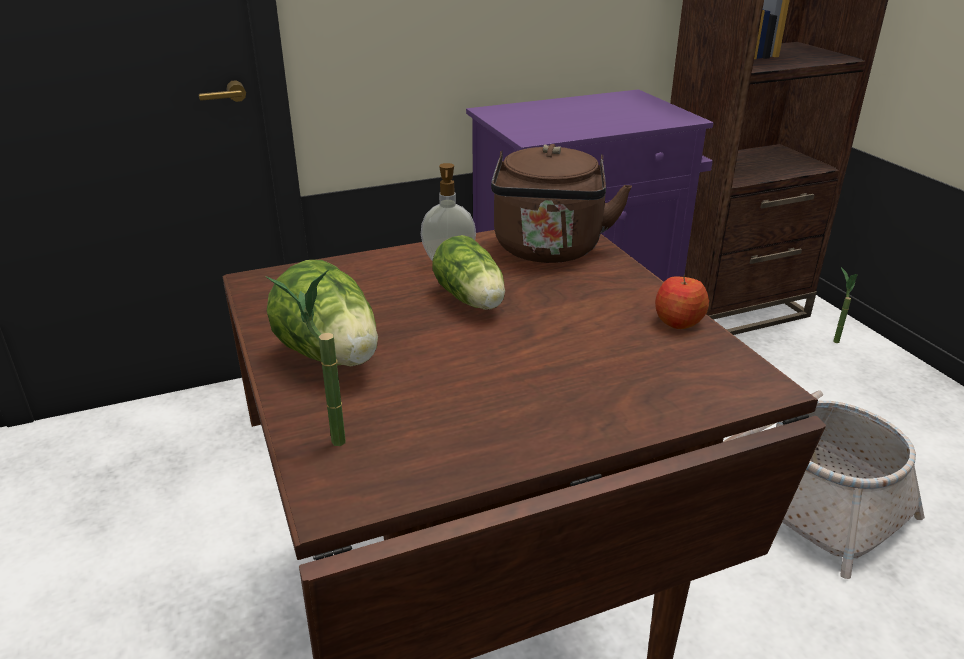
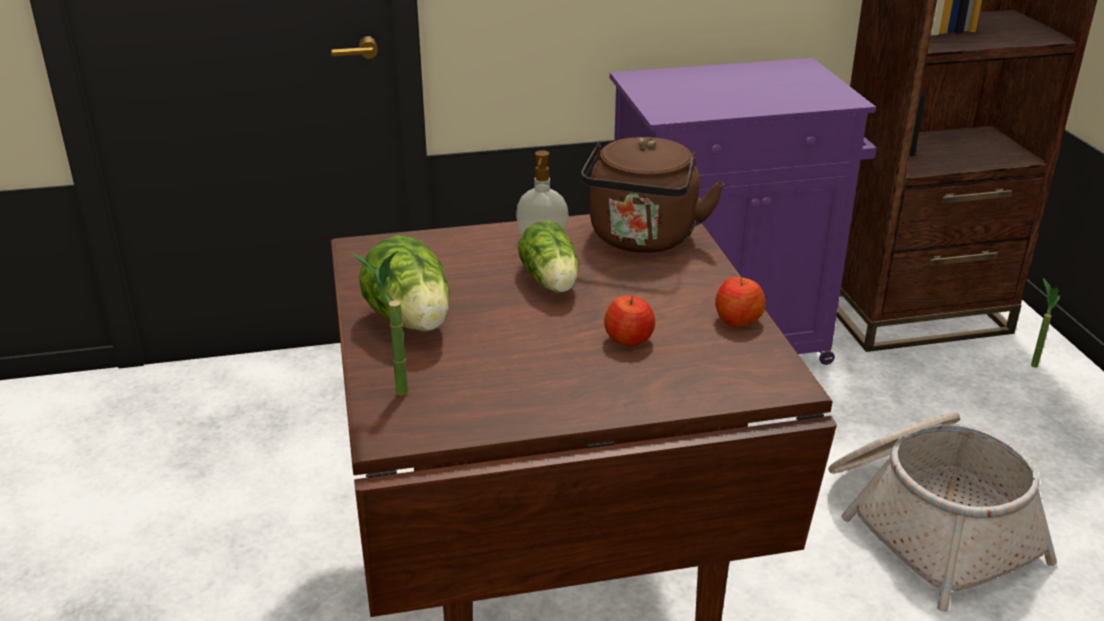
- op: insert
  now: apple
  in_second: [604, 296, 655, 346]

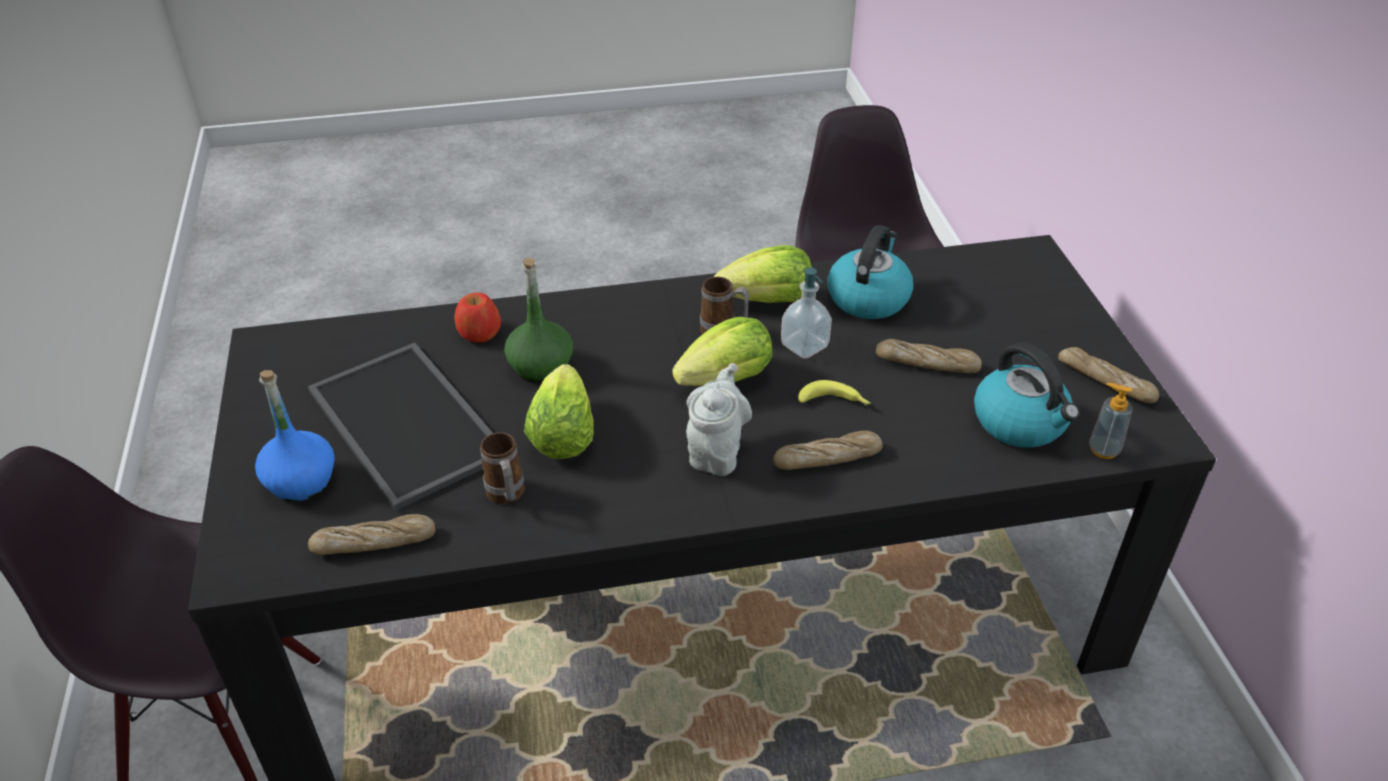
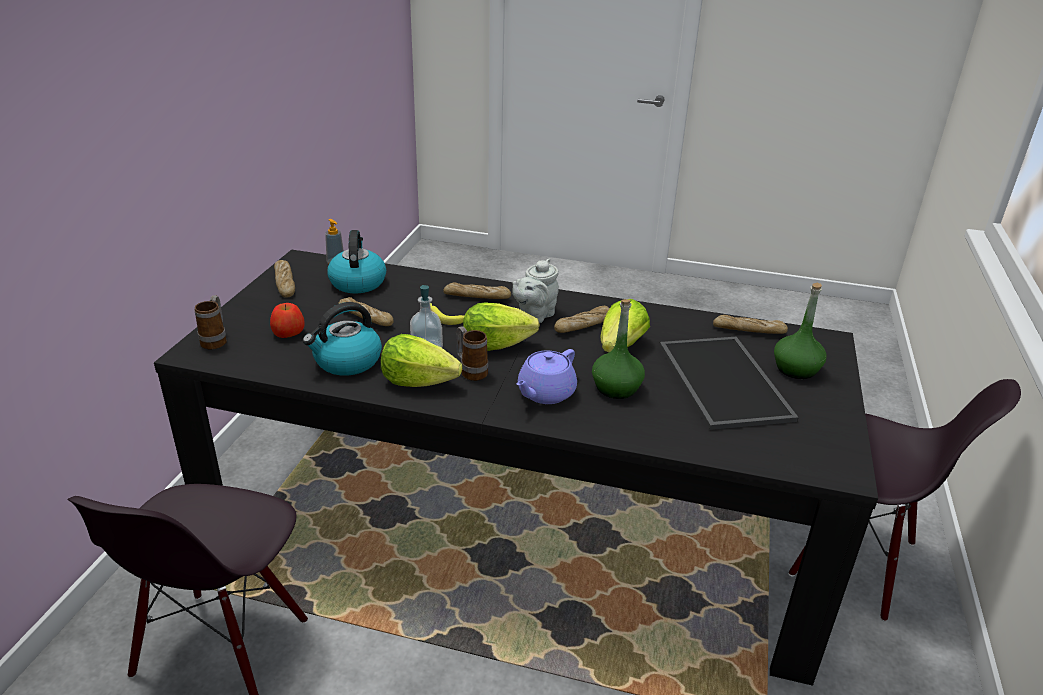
- op: recolor
  was: bluish drink bottle
  now: greenish drink bottle
  in_first: [255, 370, 335, 502]
  in_second: [774, 283, 827, 379]
- op: move
  was: apple
  in_first: [454, 292, 501, 343]
  in_second: [270, 303, 305, 338]
- op: move
  was: coffee mug
  in_first: [480, 432, 525, 504]
  in_second: [195, 295, 227, 349]
- op: insert
  now: purple tea pot
  in_second: [517, 349, 577, 404]
- op: insert
  now: bakery bread
  in_second: [554, 306, 610, 333]

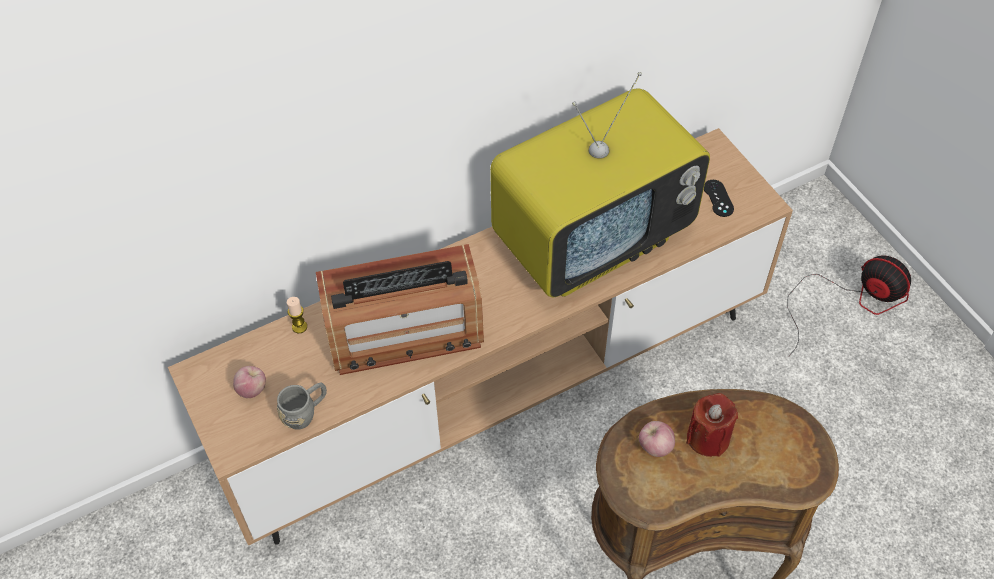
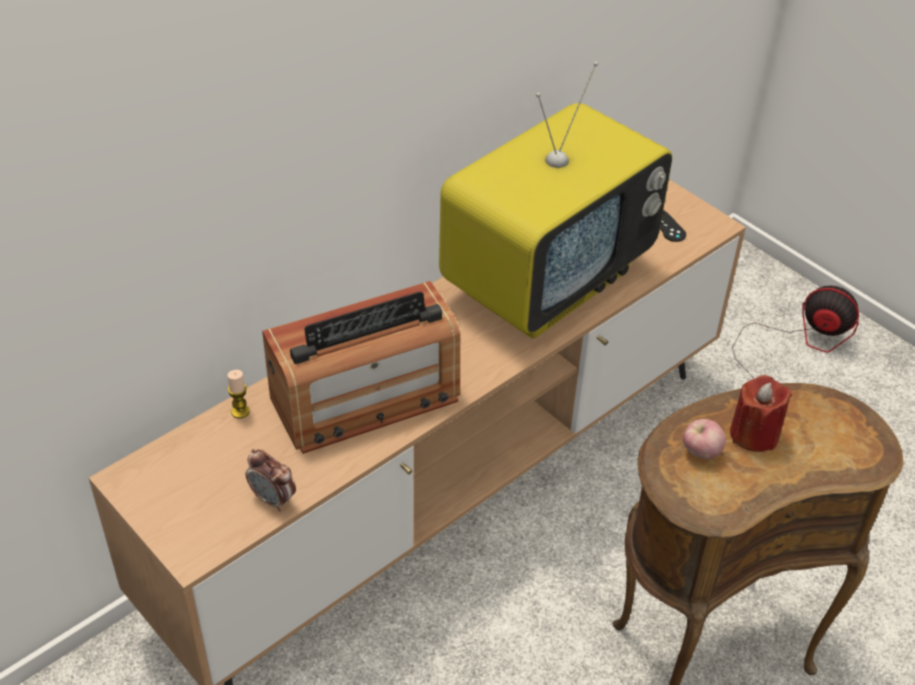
- op: delete
  was: apple
  in_first: [233, 366, 266, 398]
- op: replace
  was: grey coffee mug
  now: alarm clock
  in_first: [277, 383, 327, 430]
  in_second: [246, 449, 296, 512]

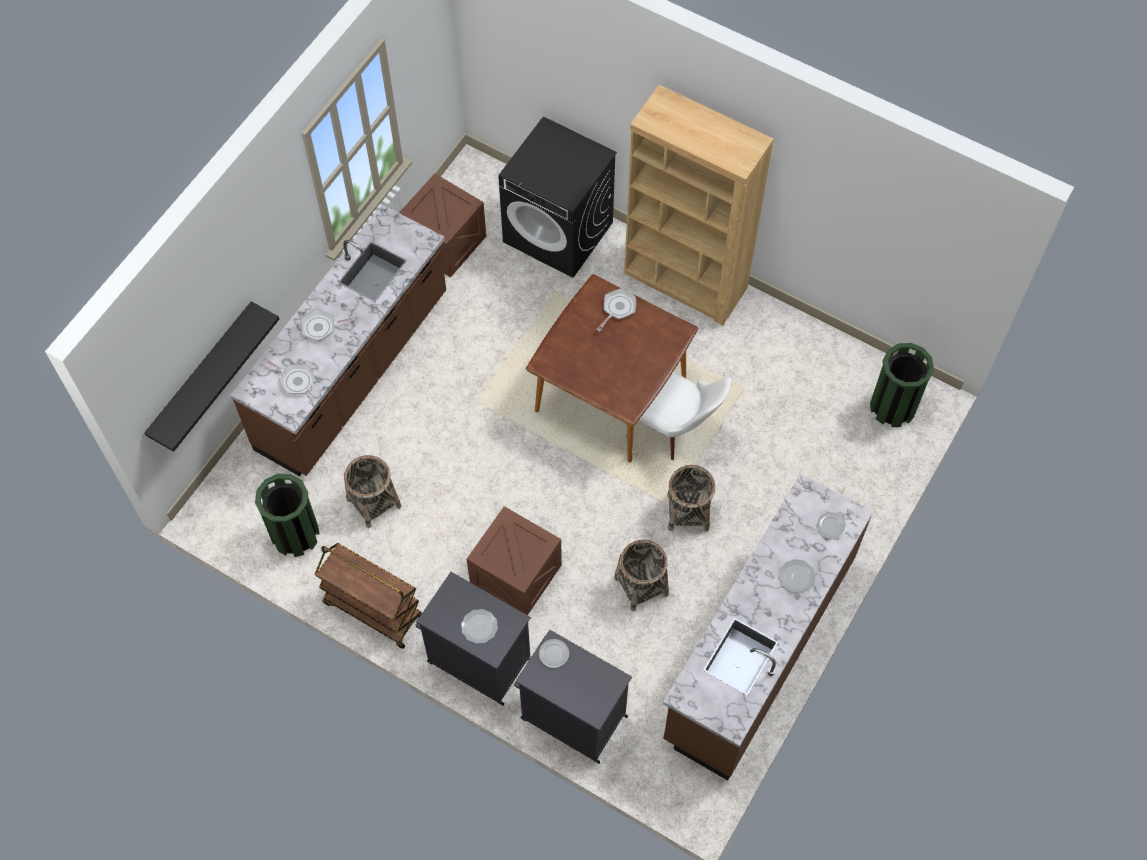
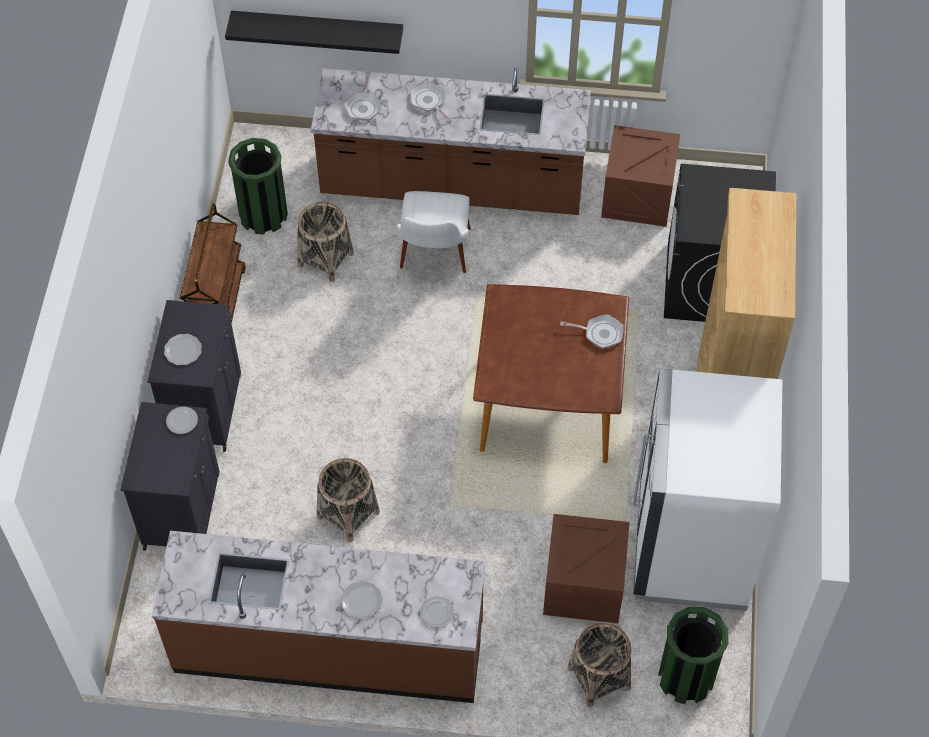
- op: move
  was: shipping crate
  in_first: [467, 506, 562, 615]
  in_second: [543, 514, 630, 623]
- op: move
  was: whitish plain chair
  in_first: [626, 372, 732, 460]
  in_second: [397, 191, 471, 273]
- op: move
  was: basket
  in_first: [667, 465, 715, 531]
  in_second: [568, 623, 631, 707]
- op: insert
  now: whitish kitchen fridge
  in_second: [633, 369, 782, 611]

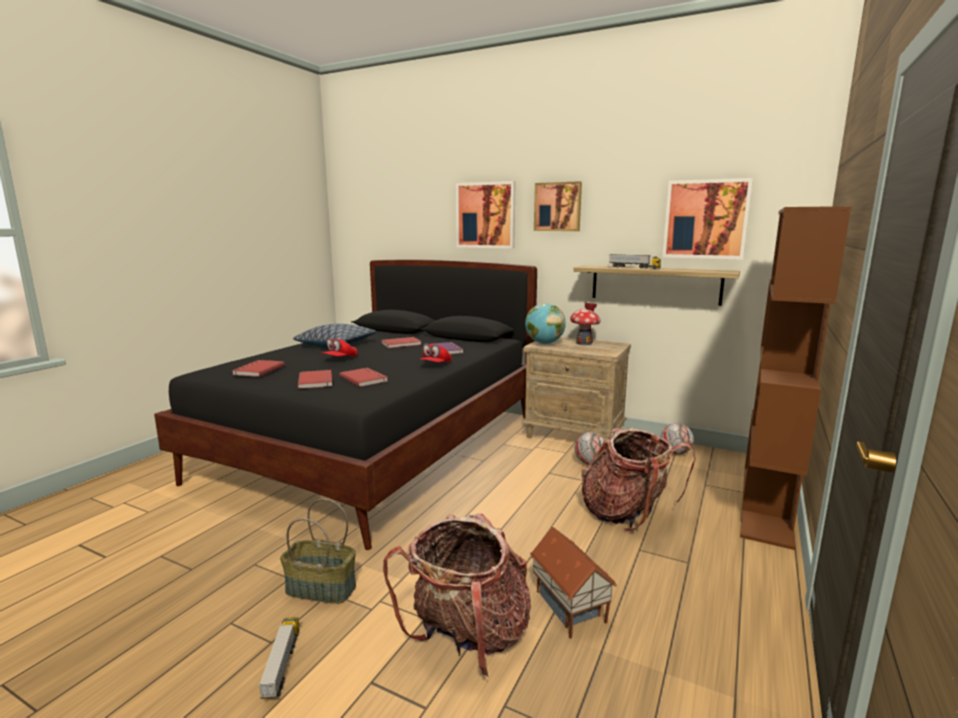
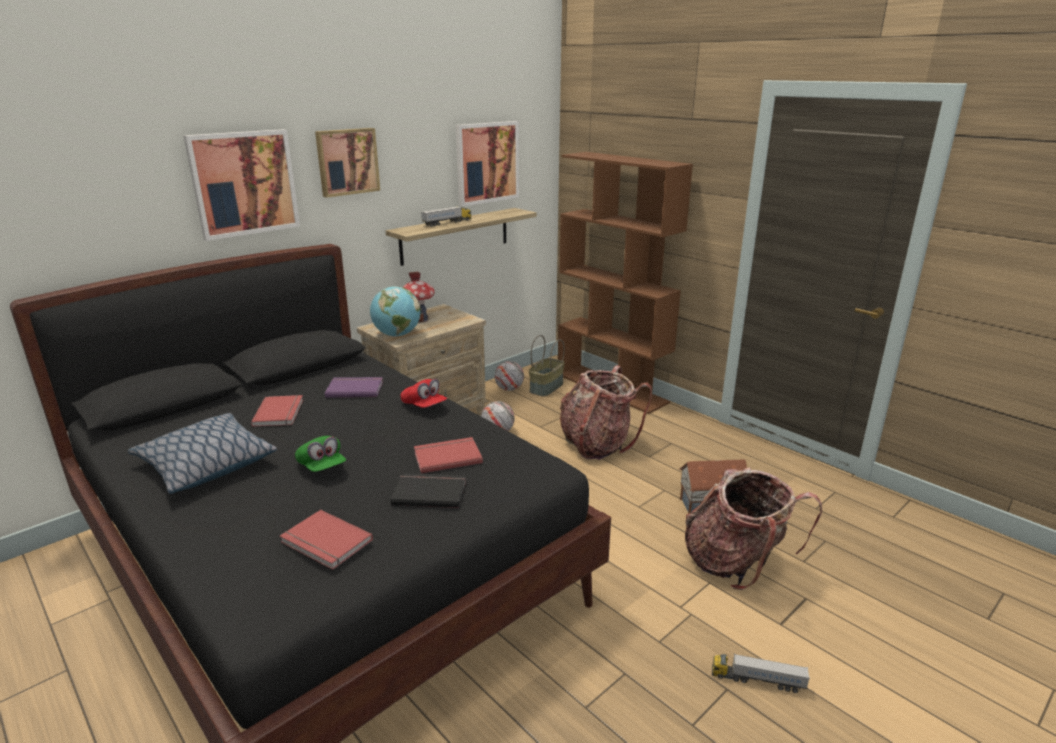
- op: move
  was: basket
  in_first: [280, 499, 356, 604]
  in_second: [529, 335, 565, 397]
- op: recolor
  was: reddish book
  now: black book
  in_first: [298, 370, 332, 389]
  in_second: [391, 473, 466, 508]
- op: recolor
  was: reddish peaked cap
  now: greenish peaked cap
  in_first: [321, 338, 358, 357]
  in_second: [295, 436, 346, 472]

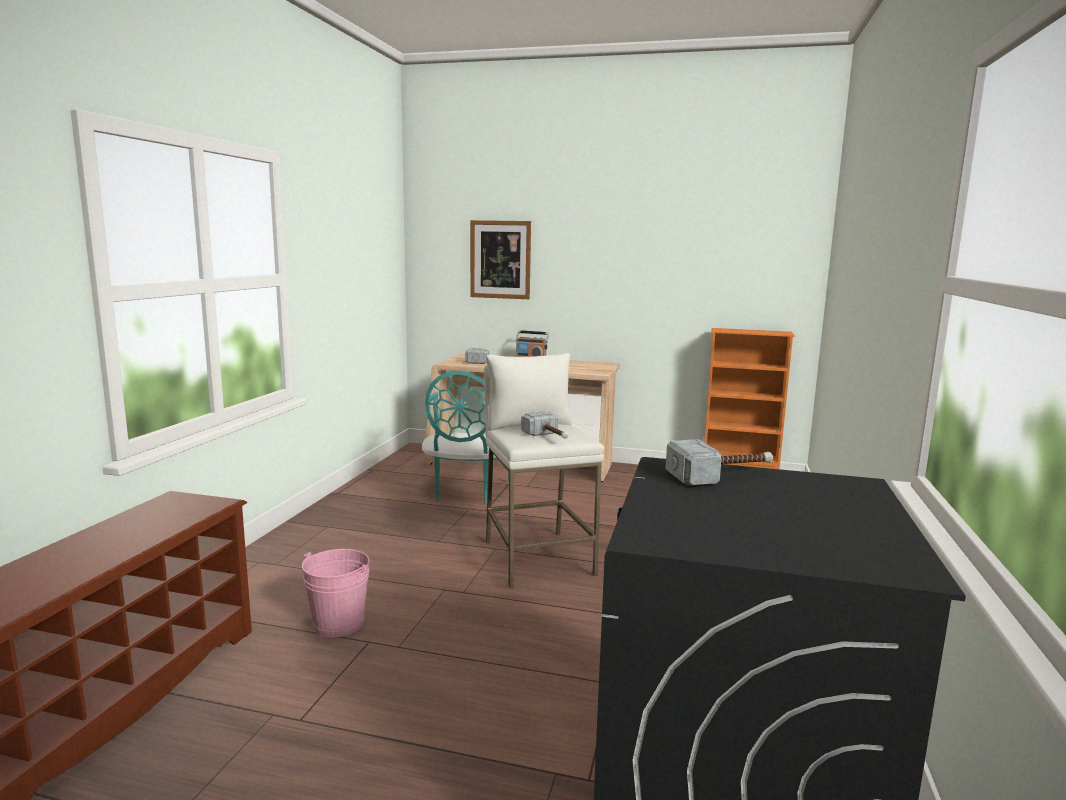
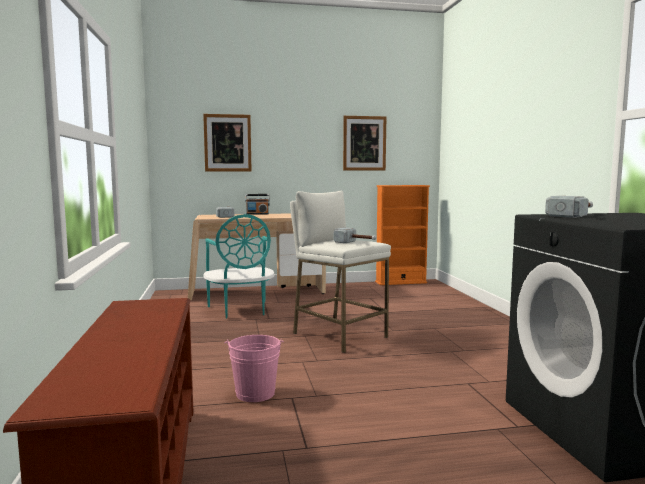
- op: insert
  now: wall picture
  in_second: [343, 116, 386, 170]

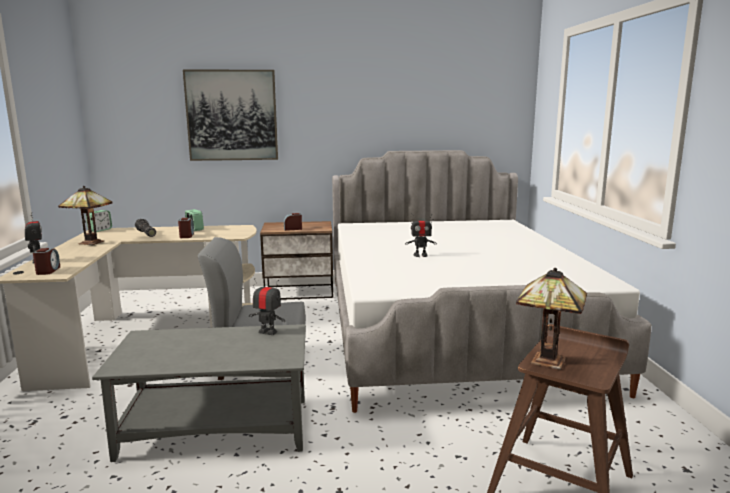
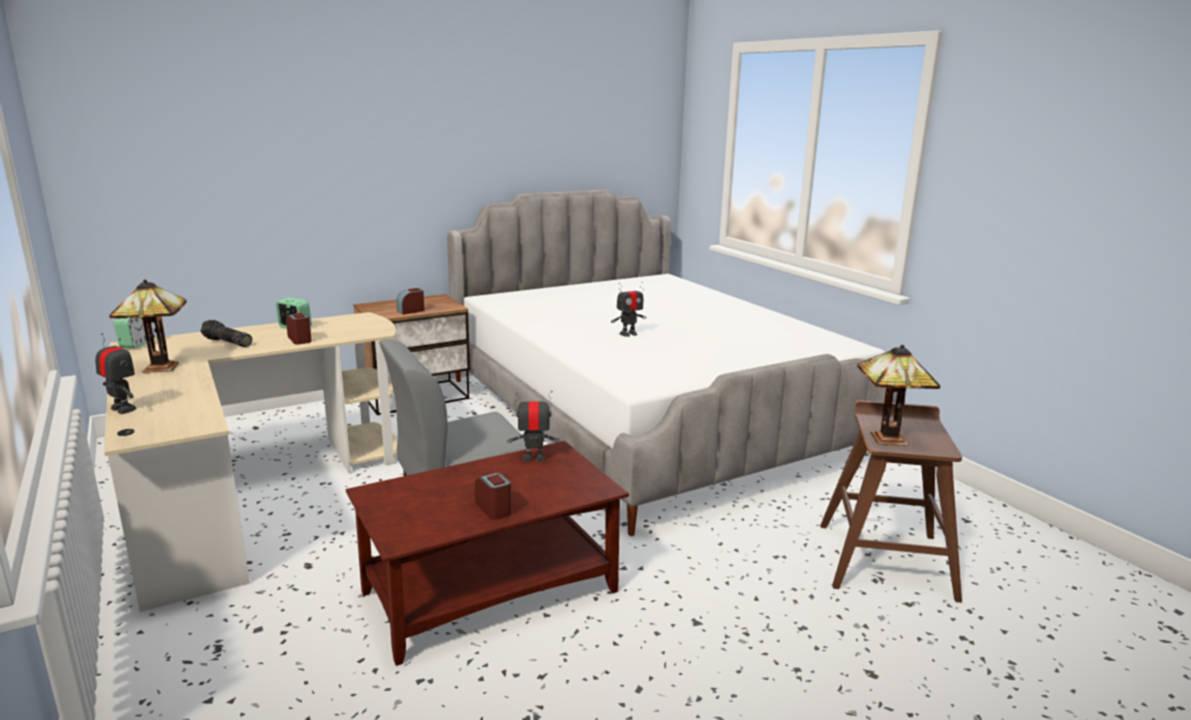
- op: move
  was: alarm clock
  in_first: [33, 248, 60, 275]
  in_second: [475, 473, 511, 520]
- op: recolor
  was: grey lounge table
  now: brown lounge table
  in_first: [92, 324, 306, 462]
  in_second: [346, 441, 629, 666]
- op: delete
  was: wall picture
  in_first: [183, 70, 278, 161]

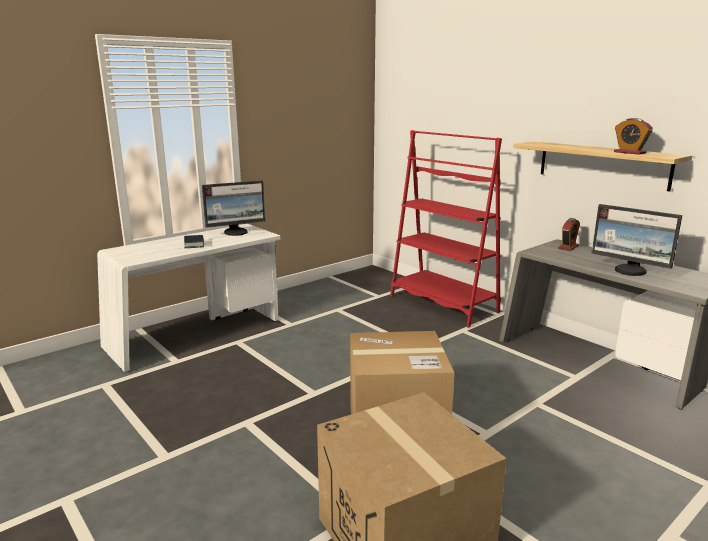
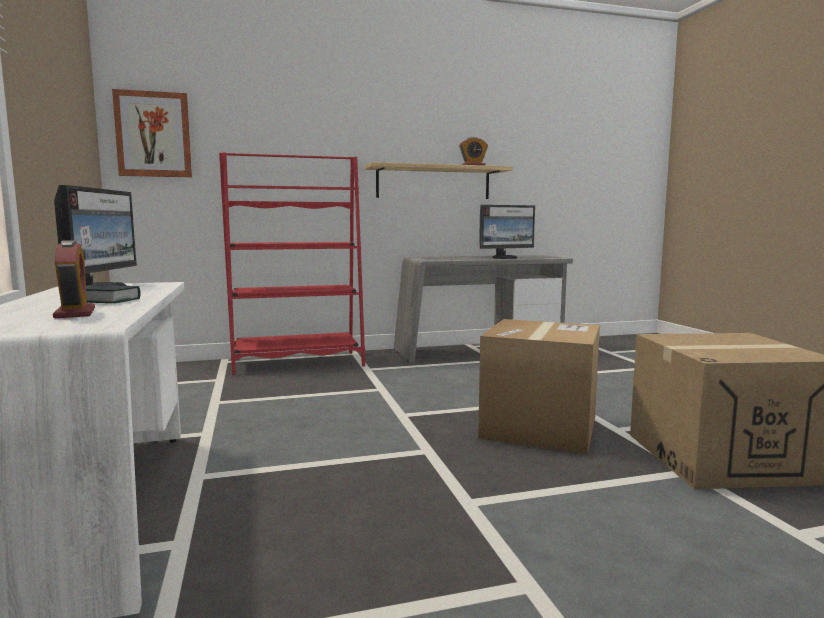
- op: move
  was: alarm clock
  in_first: [558, 218, 580, 251]
  in_second: [53, 240, 95, 318]
- op: insert
  now: wall picture
  in_second: [112, 89, 192, 177]

